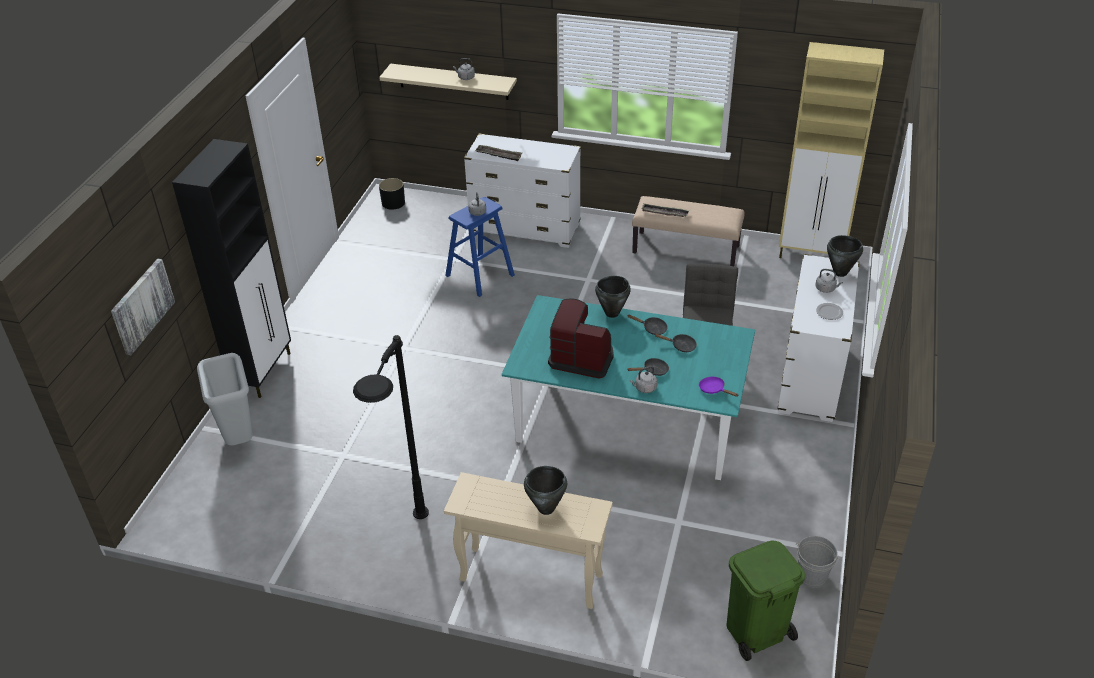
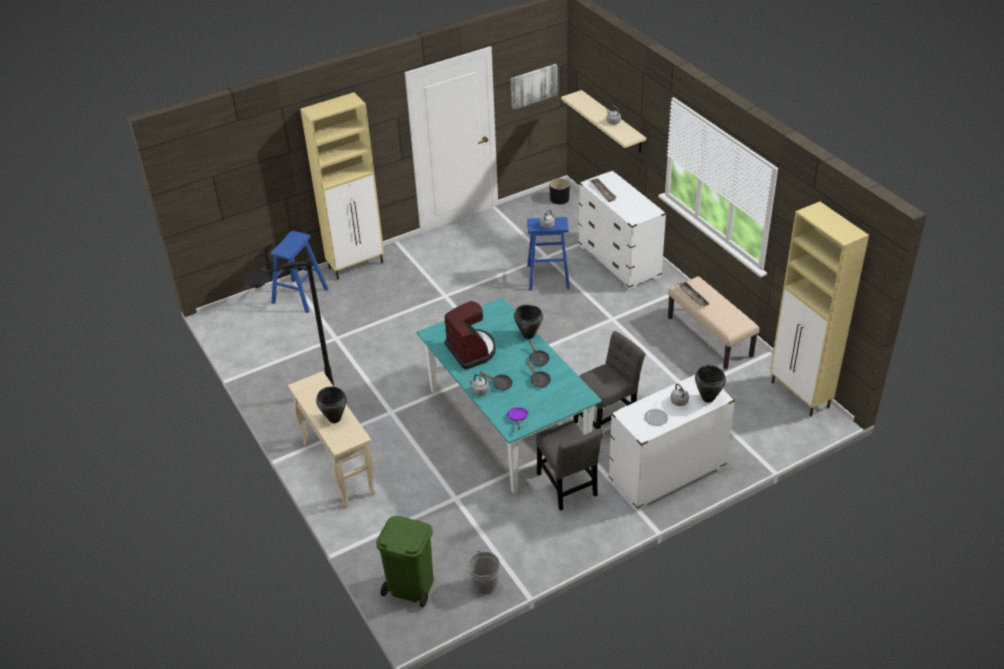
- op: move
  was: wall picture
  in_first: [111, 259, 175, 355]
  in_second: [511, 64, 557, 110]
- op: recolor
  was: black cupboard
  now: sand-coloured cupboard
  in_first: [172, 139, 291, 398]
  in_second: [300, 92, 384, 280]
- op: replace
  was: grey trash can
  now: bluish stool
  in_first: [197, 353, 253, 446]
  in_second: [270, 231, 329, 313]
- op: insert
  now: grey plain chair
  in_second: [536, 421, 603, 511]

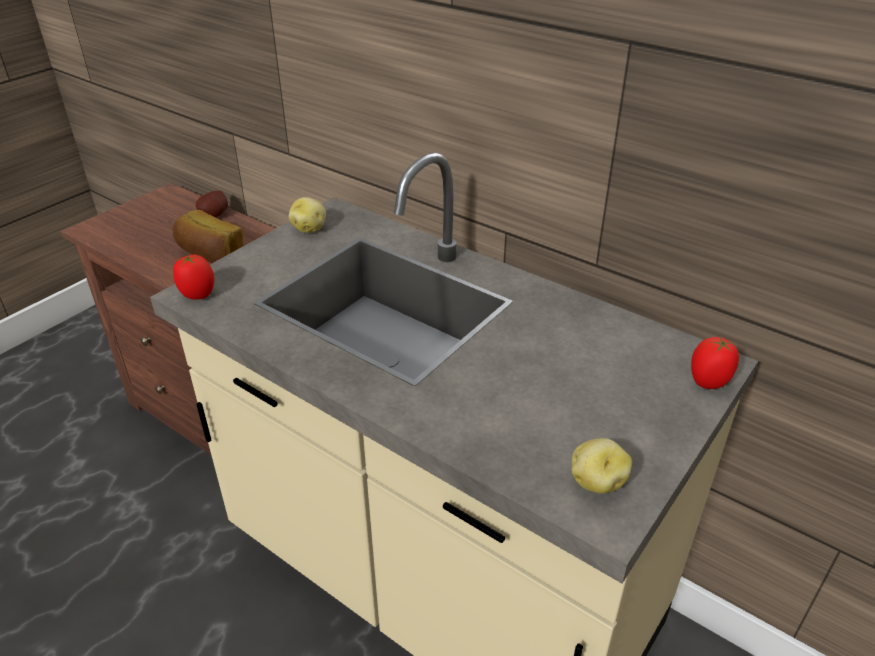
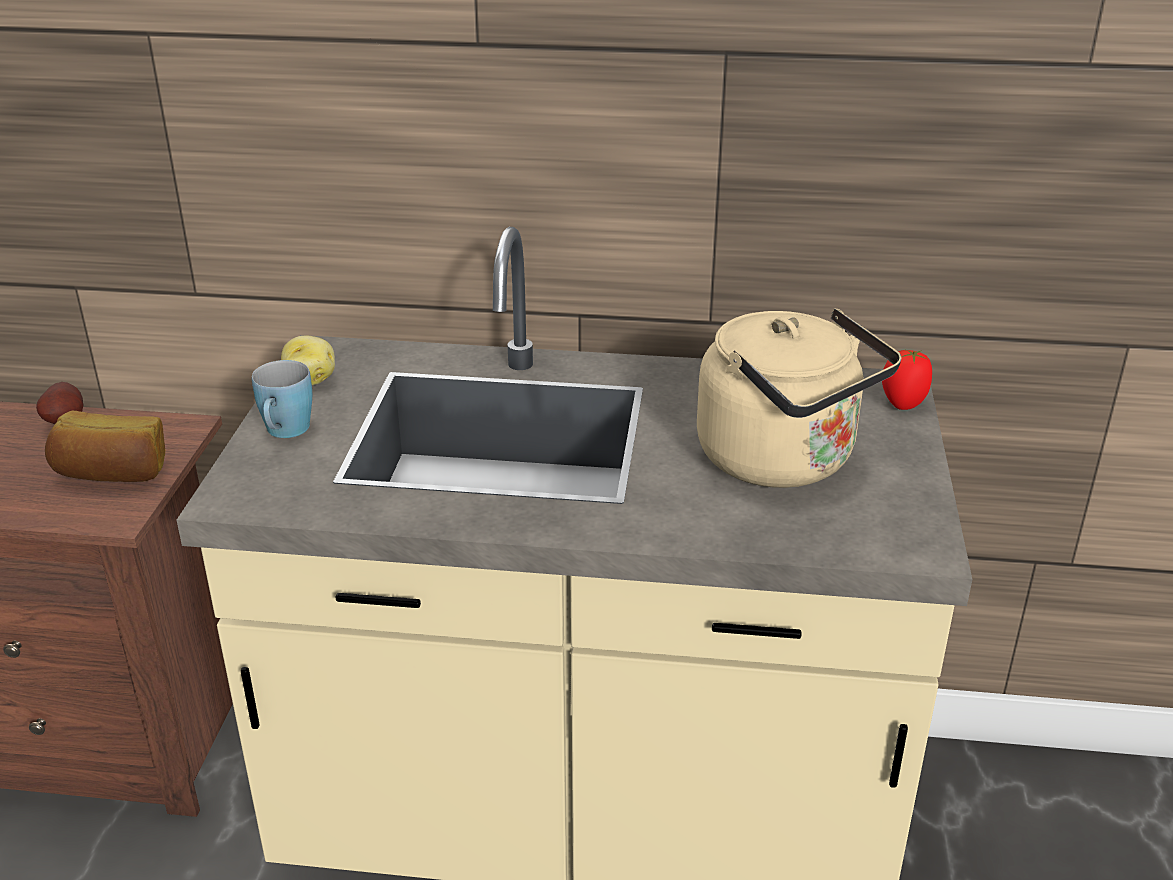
- op: delete
  was: fresh tomato
  in_first: [173, 254, 214, 300]
- op: delete
  was: spud
  in_first: [571, 438, 632, 494]
- op: insert
  now: bluish coffee mug
  in_second: [252, 360, 312, 438]
- op: insert
  now: sand-coloured tea kettle
  in_second: [697, 308, 901, 488]

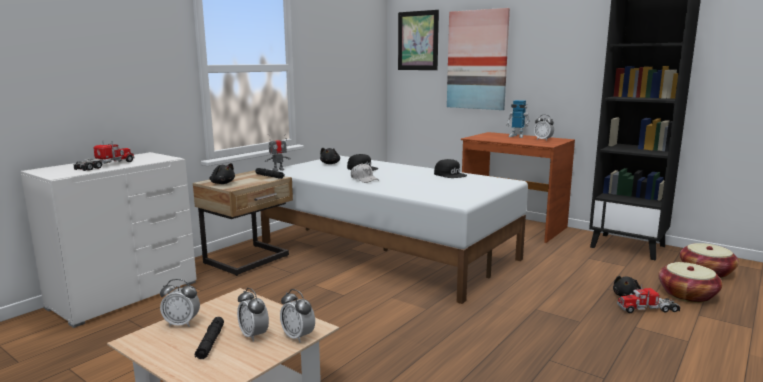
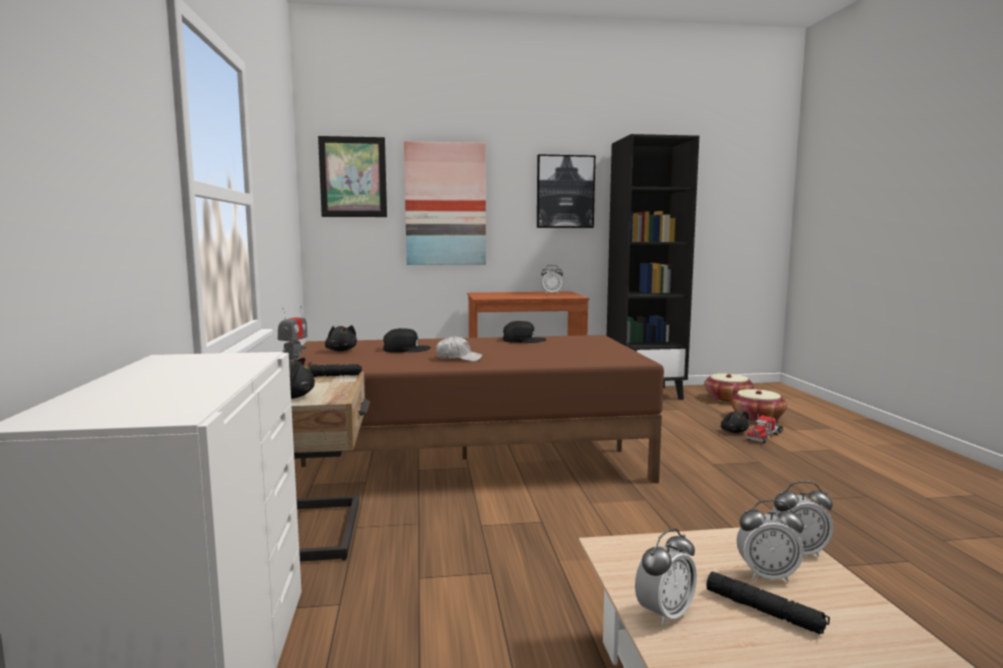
- op: delete
  was: toy truck
  in_first: [73, 140, 135, 171]
- op: recolor
  was: whitish bedroom bed
  now: brown bedroom bed
  in_first: [261, 156, 528, 304]
  in_second: [293, 335, 664, 483]
- op: delete
  was: model robot
  in_first: [506, 100, 530, 138]
- op: insert
  now: wall picture
  in_second: [537, 154, 595, 228]

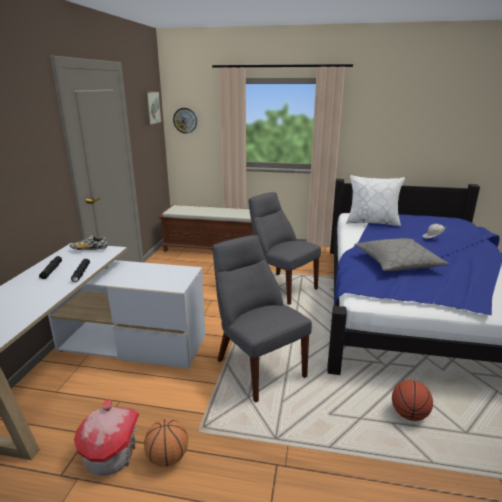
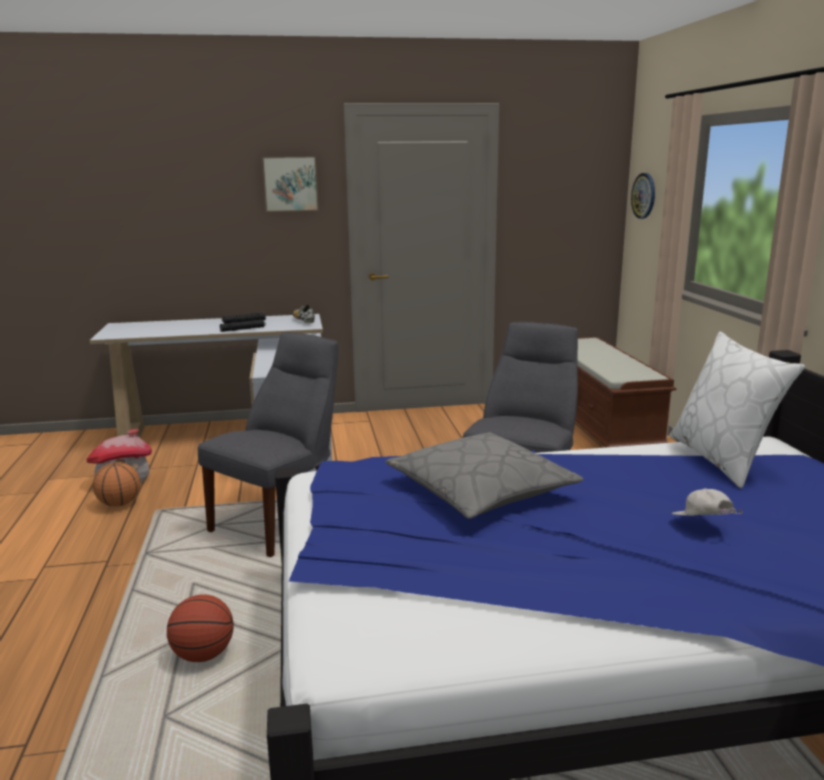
- op: move
  was: wall picture
  in_first: [143, 91, 162, 125]
  in_second: [262, 156, 319, 212]

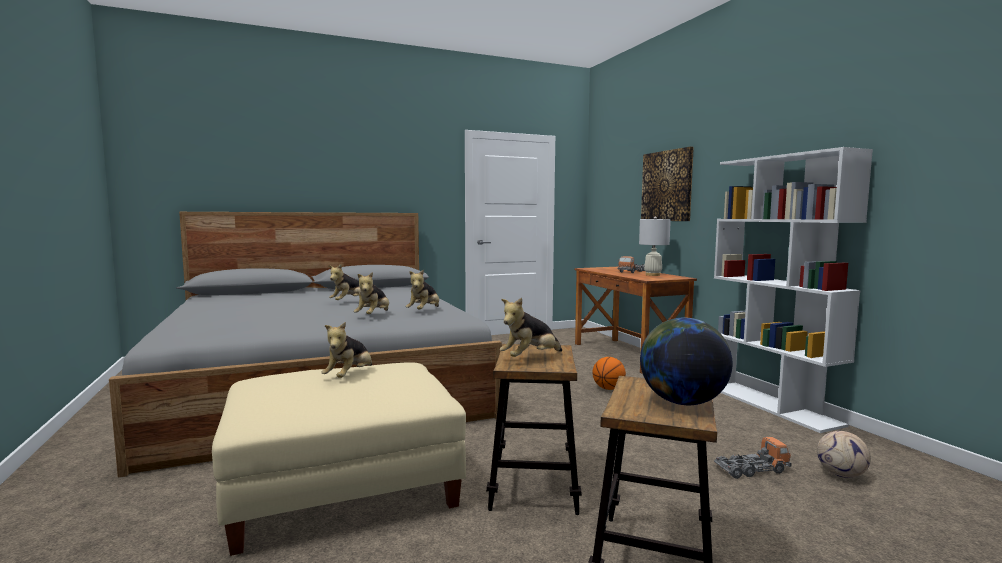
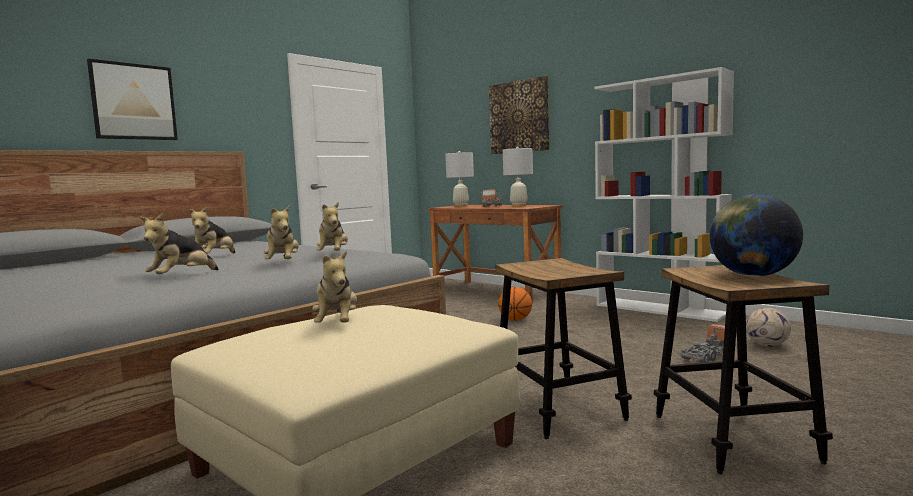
- op: move
  was: cuddly toy
  in_first: [500, 298, 562, 357]
  in_second: [140, 213, 219, 274]
- op: insert
  now: wall picture
  in_second: [87, 59, 178, 140]
- op: insert
  now: whitish table lamp
  in_second: [445, 151, 474, 207]

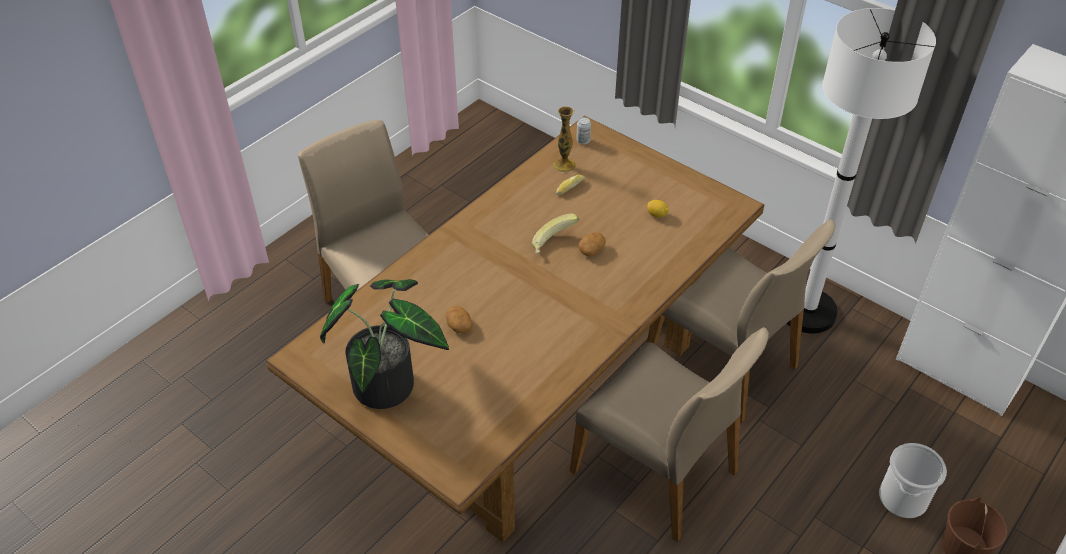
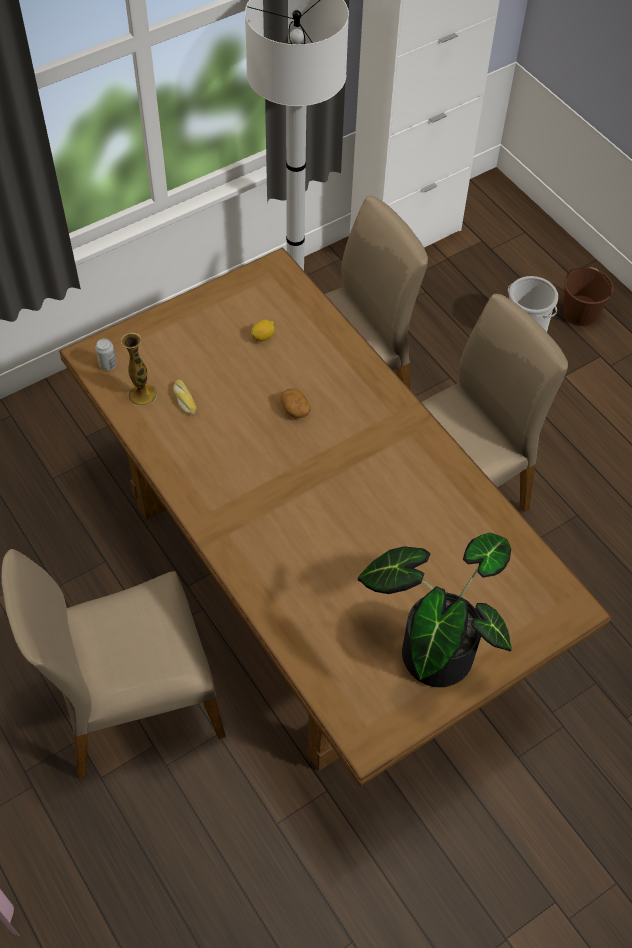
- op: delete
  was: spud
  in_first: [446, 306, 473, 333]
- op: delete
  was: banana fruit
  in_first: [532, 213, 579, 254]

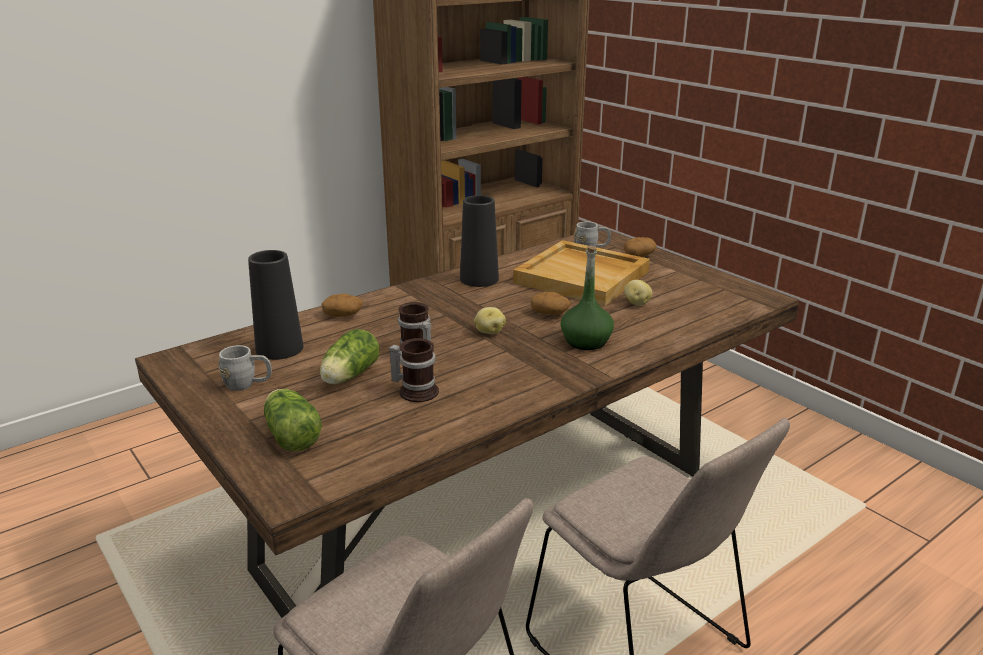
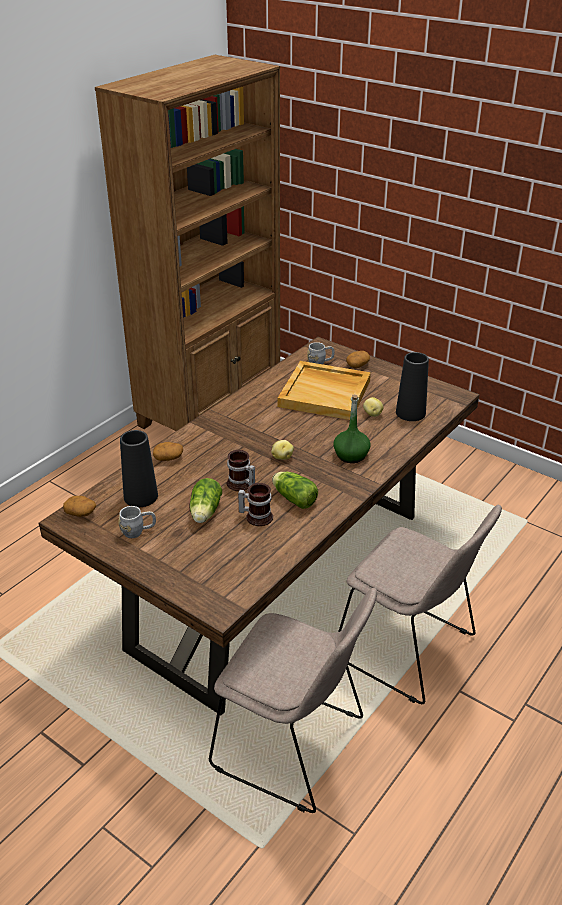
- op: move
  was: head of lettuce
  in_first: [264, 389, 322, 451]
  in_second: [272, 472, 318, 509]
- op: move
  was: black flower vase
  in_first: [460, 195, 499, 287]
  in_second: [396, 352, 429, 421]
- op: move
  was: spud
  in_first: [530, 292, 571, 315]
  in_second: [63, 496, 96, 517]

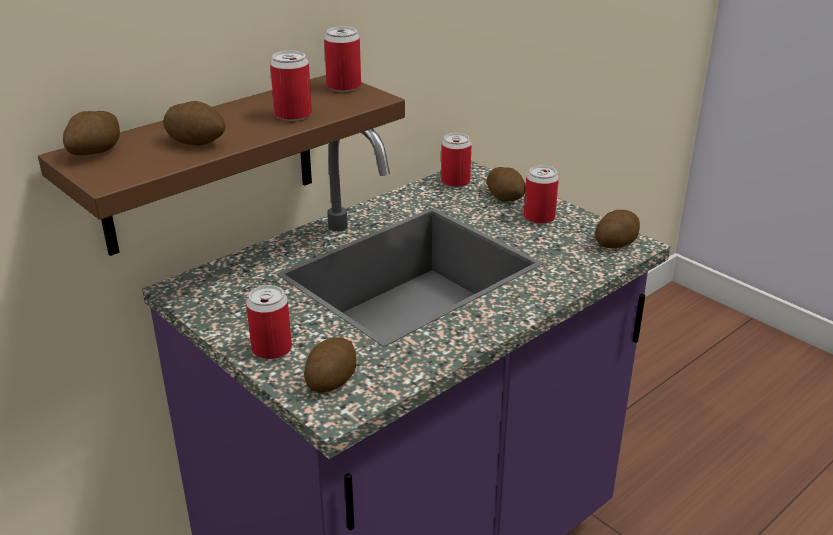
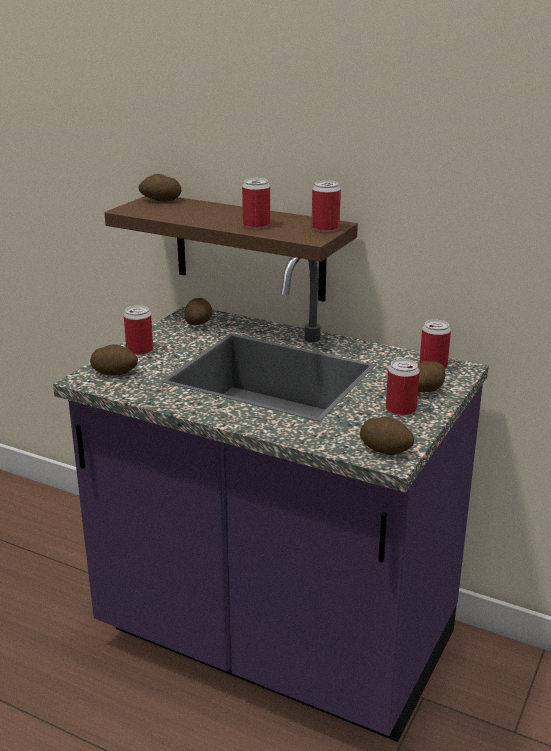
- op: move
  was: spud
  in_first: [163, 101, 226, 146]
  in_second: [185, 298, 213, 325]

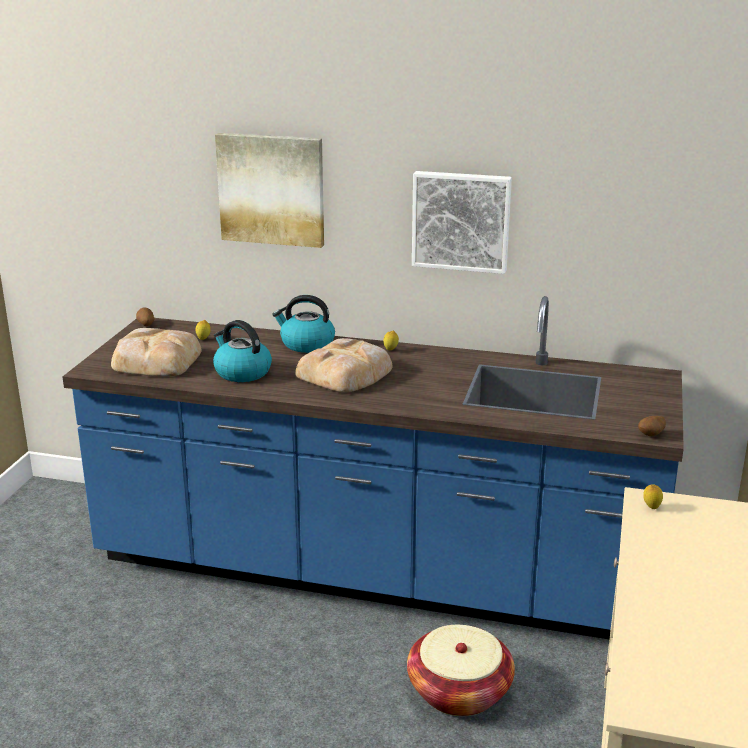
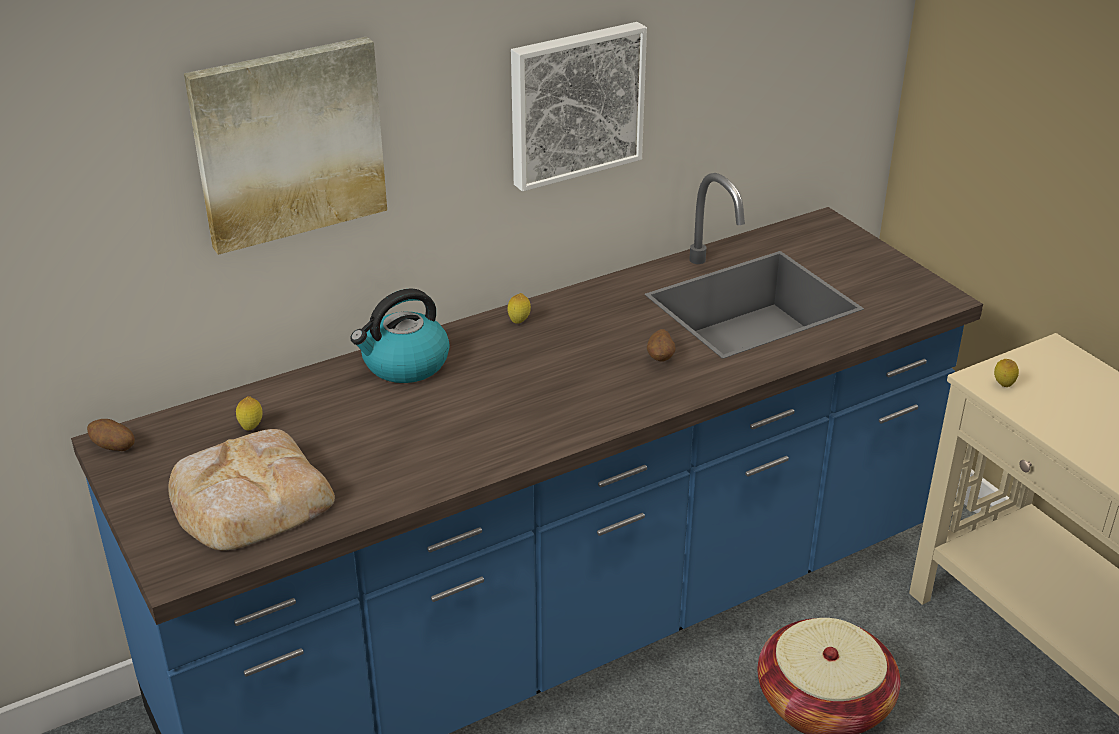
- op: delete
  was: tea kettle
  in_first: [213, 320, 272, 382]
- op: delete
  was: bakery bread
  in_first: [295, 338, 392, 392]
- op: move
  was: spud
  in_first: [638, 416, 666, 436]
  in_second: [647, 329, 676, 361]

